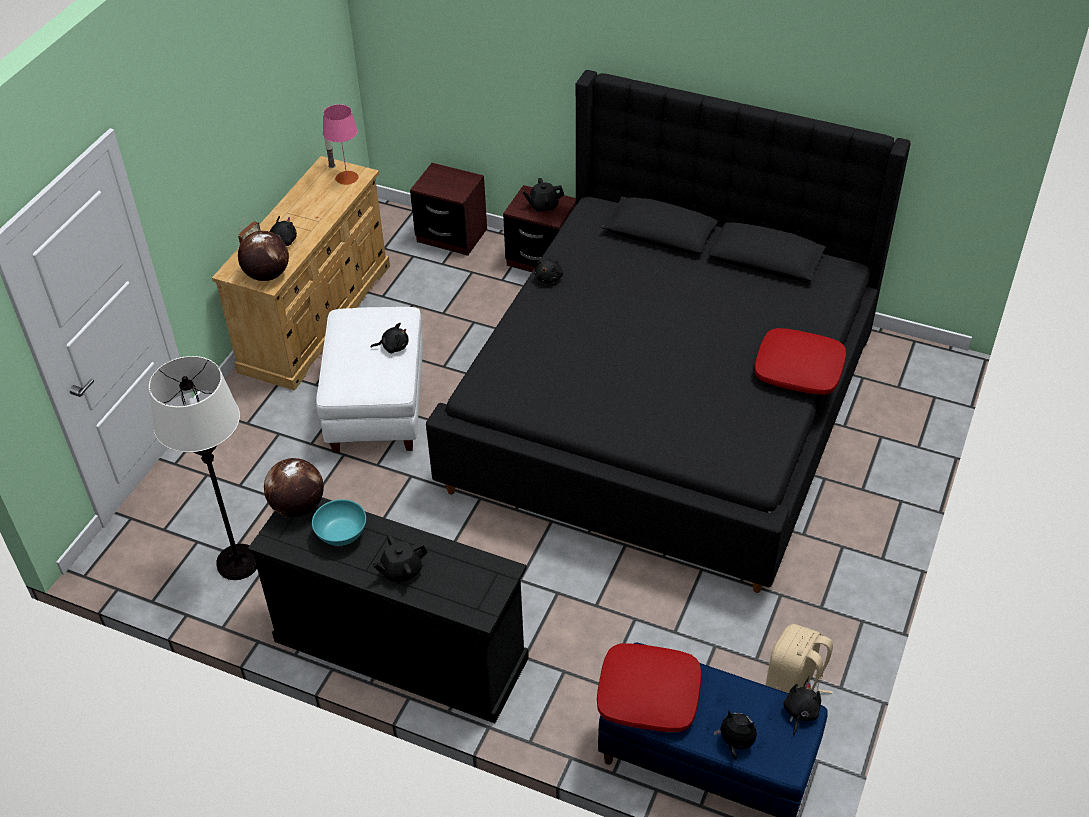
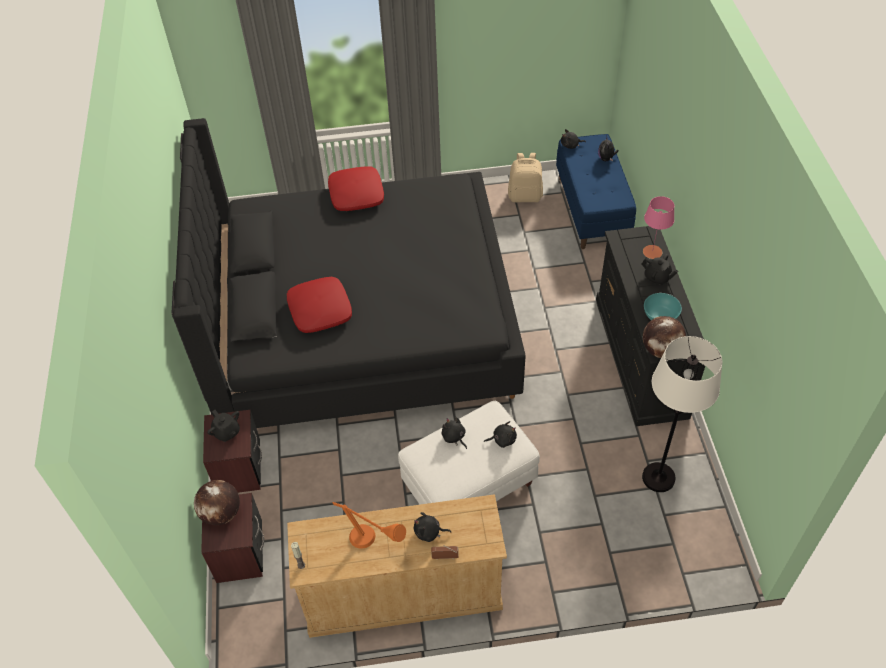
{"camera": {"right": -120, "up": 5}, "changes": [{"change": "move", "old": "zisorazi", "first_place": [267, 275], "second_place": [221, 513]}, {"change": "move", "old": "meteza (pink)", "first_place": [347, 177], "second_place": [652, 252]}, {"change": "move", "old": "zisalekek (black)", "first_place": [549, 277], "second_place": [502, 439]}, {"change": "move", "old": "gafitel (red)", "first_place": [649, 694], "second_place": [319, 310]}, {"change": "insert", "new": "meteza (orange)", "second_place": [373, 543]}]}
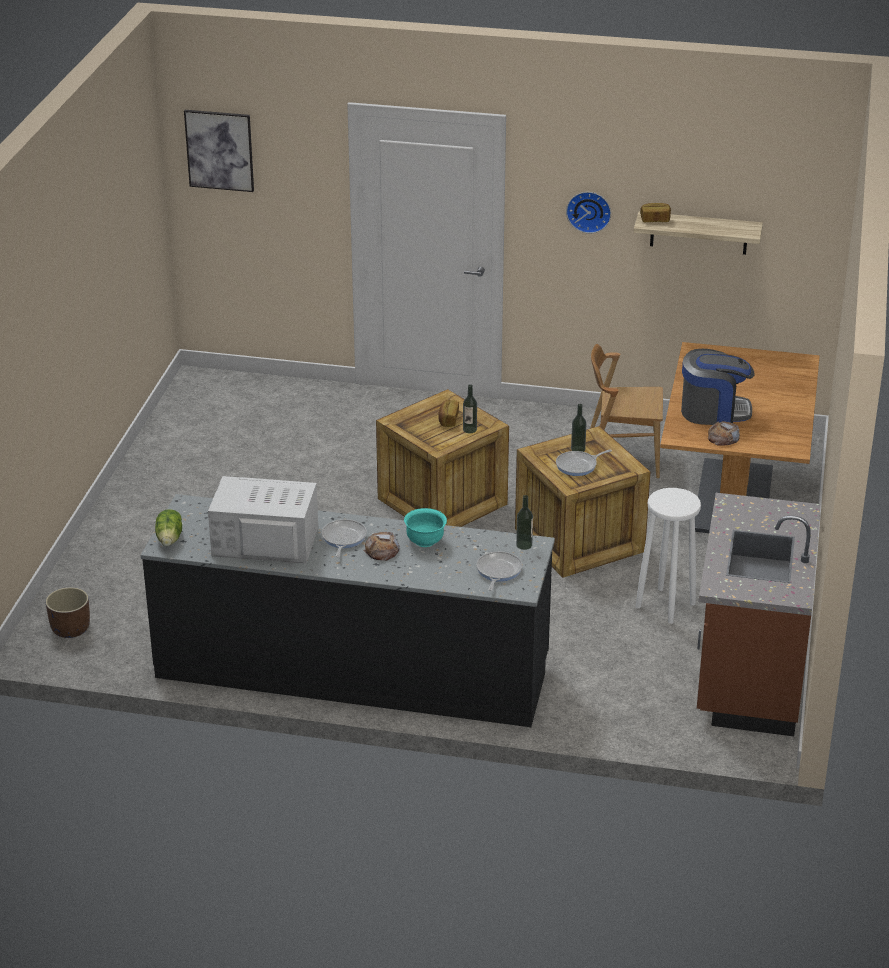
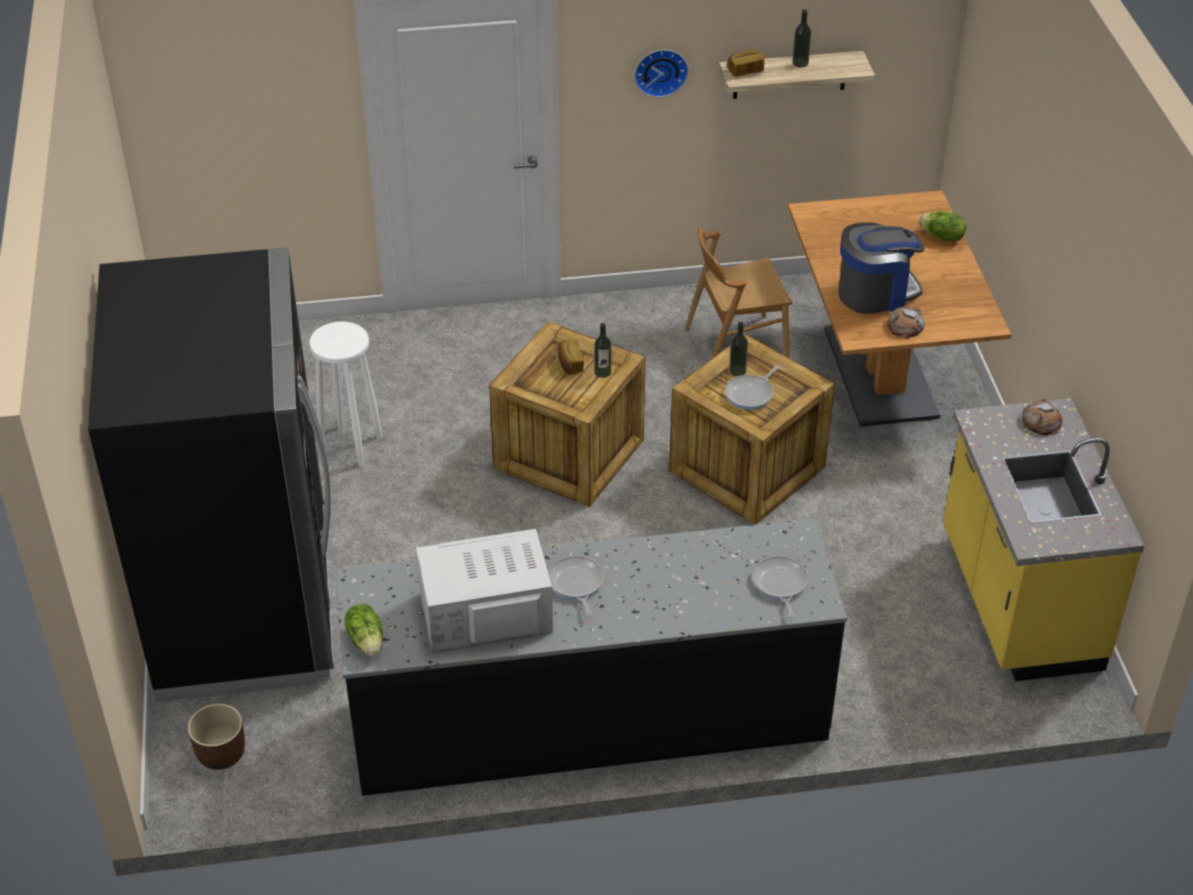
{"camera": {"right": -20, "up": 10}, "changes": [{"change": "delete", "old": "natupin", "first_place": [219, 150]}, {"change": "move", "old": "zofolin", "first_place": [382, 550], "second_place": [1041, 421]}, {"change": "delete", "old": "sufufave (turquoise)", "first_place": [425, 541]}, {"change": "move", "old": "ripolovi", "first_place": [524, 545], "second_place": [800, 63]}, {"change": "move", "old": "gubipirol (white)", "first_place": [666, 605], "second_place": [351, 445]}, {"change": "recolor", "old": "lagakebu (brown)", "new": "lagakebu (yellow)", "first_place": [748, 674], "second_place": [1017, 601]}, {"change": "insert", "new": "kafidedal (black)", "second_place": [246, 605]}, {"change": "insert", "new": "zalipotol", "second_place": [942, 237]}]}
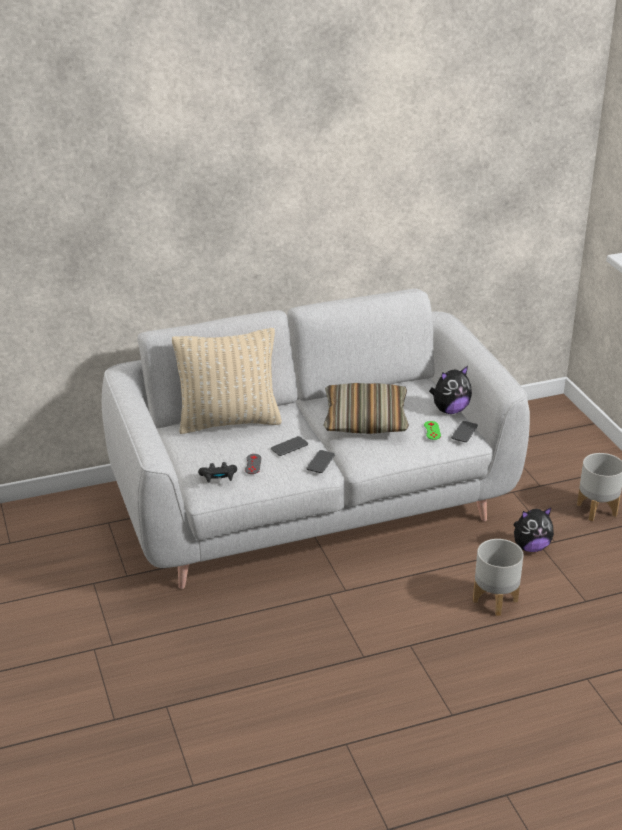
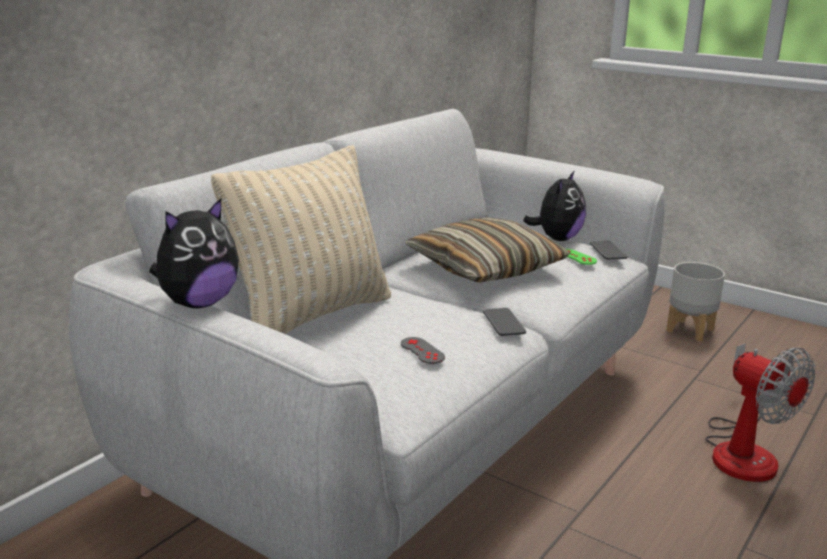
{"camera": {"right": -35, "up": -10}, "changes": [{"change": "delete", "old": "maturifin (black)", "first_place": [218, 478]}, {"change": "delete", "old": "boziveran", "first_place": [289, 447]}, {"change": "replace", "old": "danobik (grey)", "new": "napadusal", "first_place": [495, 600], "second_place": [743, 450]}, {"change": "move", "old": "zisalekek", "first_place": [530, 547], "second_place": [198, 303]}]}
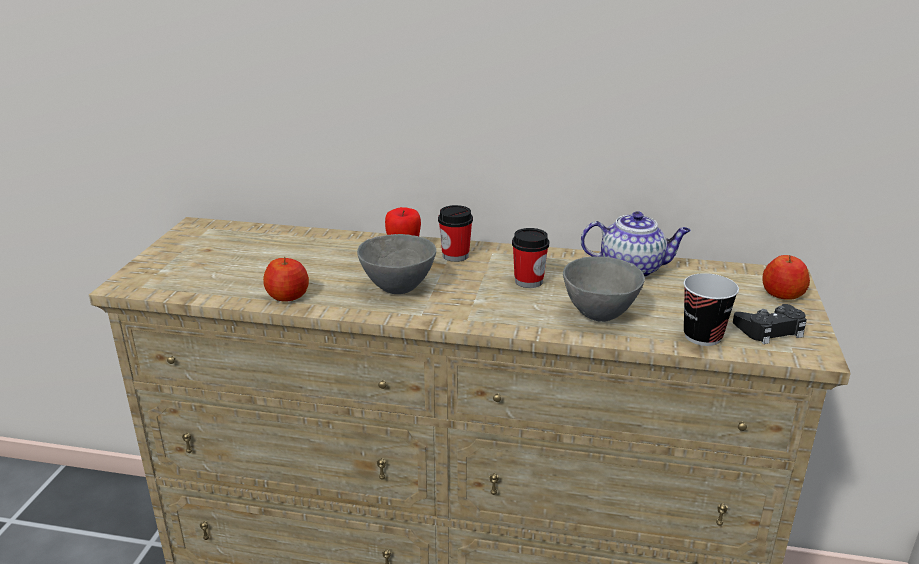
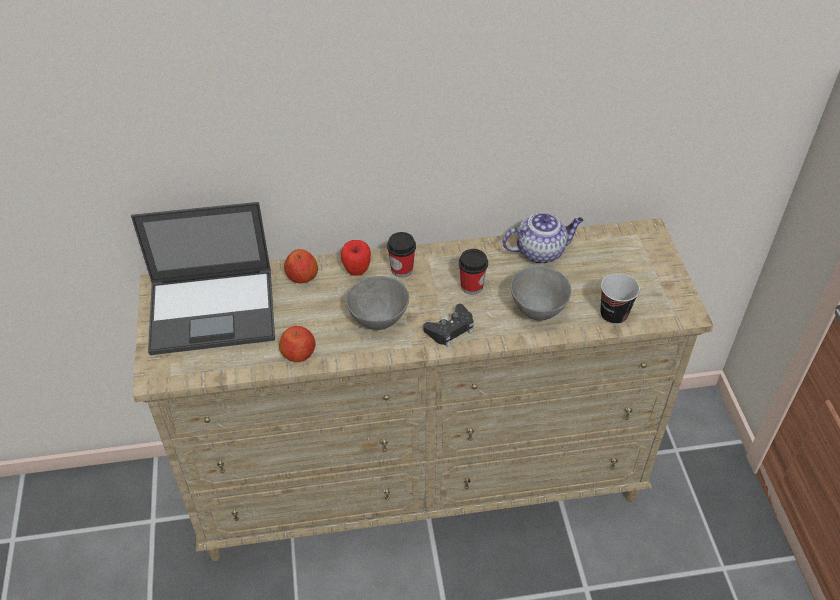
{"camera": {"right": -20, "up": 20}, "changes": [{"change": "move", "old": "maturifin (black)", "first_place": [770, 330], "second_place": [450, 329]}, {"change": "move", "old": "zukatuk", "first_place": [782, 294], "second_place": [302, 276]}, {"change": "insert", "new": "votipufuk", "second_place": [214, 310]}]}
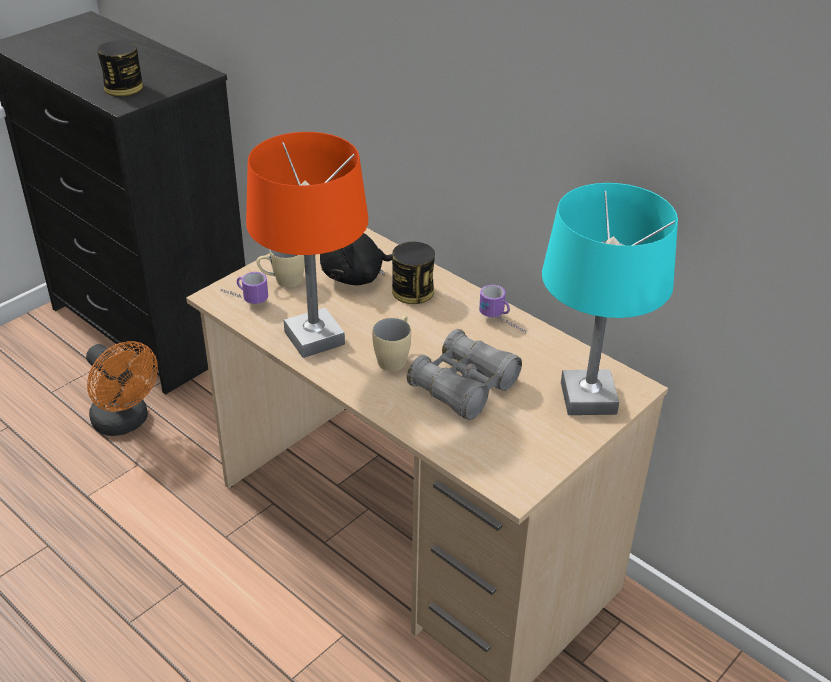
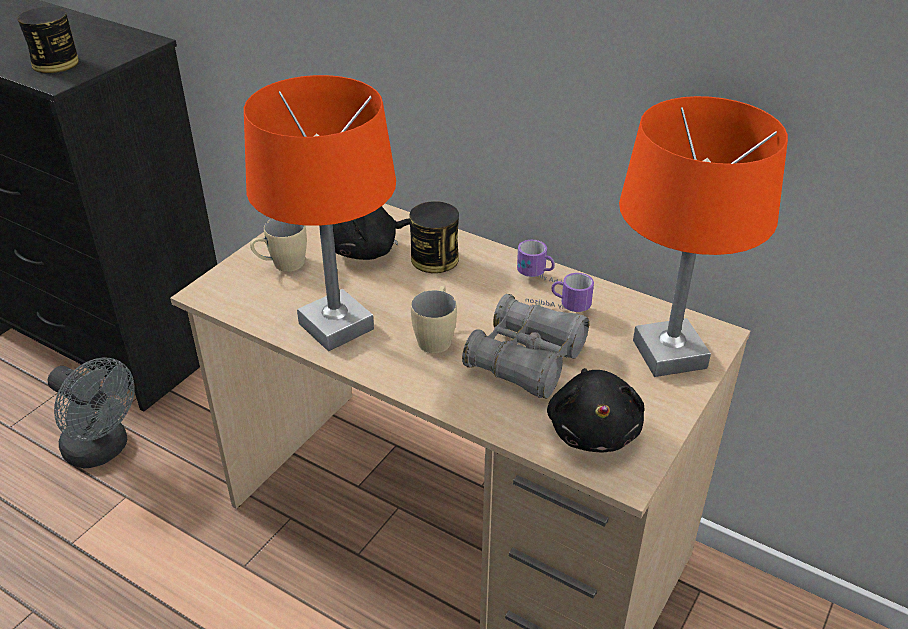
{"camera": {"right": -10, "up": 0}, "changes": [{"change": "recolor", "old": "napadusal (orange)", "new": "napadusal (grey)", "first_place": [125, 422], "second_place": [103, 450]}, {"change": "move", "old": "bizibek", "first_place": [244, 299], "second_place": [557, 307]}, {"change": "recolor", "old": "meteza (turquoise)", "new": "meteza (orange)", "first_place": [589, 398], "second_place": [670, 354]}, {"change": "insert", "new": "zisalekek (black)", "second_place": [593, 430]}]}
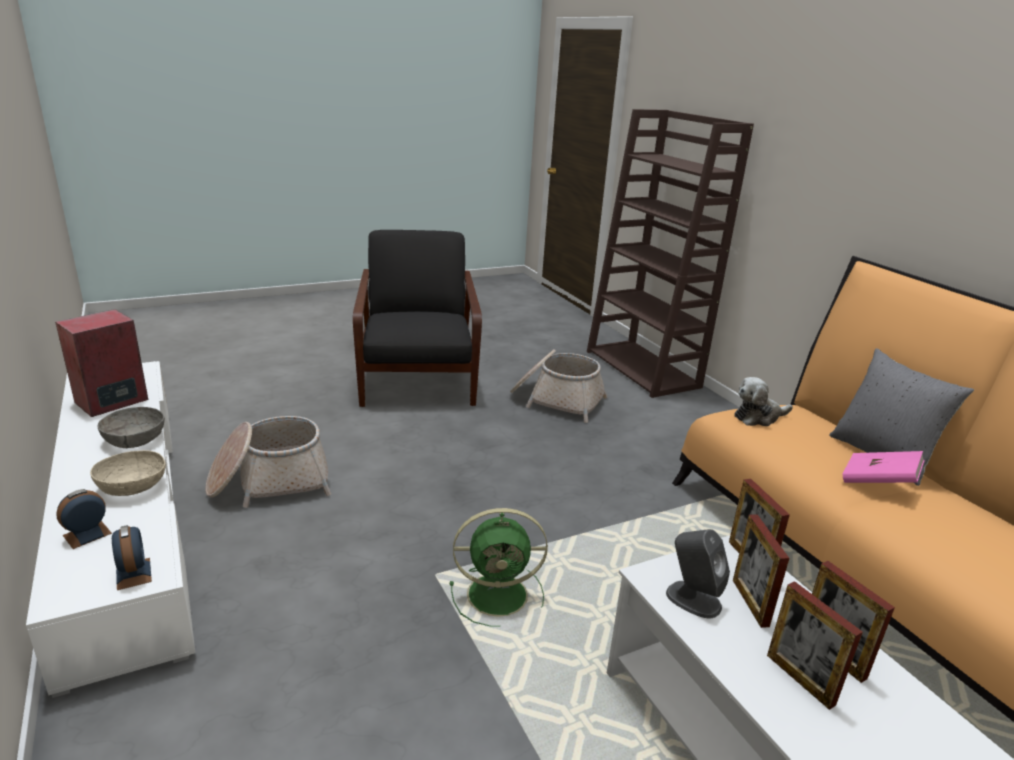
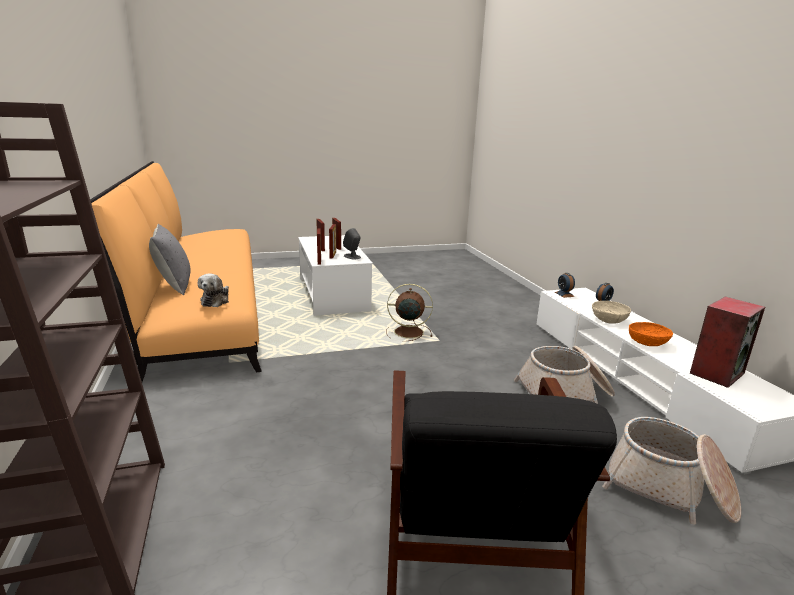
{"camera": {"right": -170, "up": -5}, "changes": [{"change": "recolor", "old": "sufufave (grey)", "new": "sufufave (orange)", "first_place": [134, 440], "second_place": [647, 343]}, {"change": "recolor", "old": "napadusal (green)", "new": "napadusal (brown)", "first_place": [500, 595], "second_place": [407, 332]}, {"change": "move", "old": "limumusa", "first_place": [556, 400], "second_place": [669, 489]}, {"change": "rotate", "old": "zisalekek", "first_place": [758, 417], "second_place": [216, 301], "degrees": 105}, {"change": "delete", "old": "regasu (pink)", "first_place": [878, 482]}]}
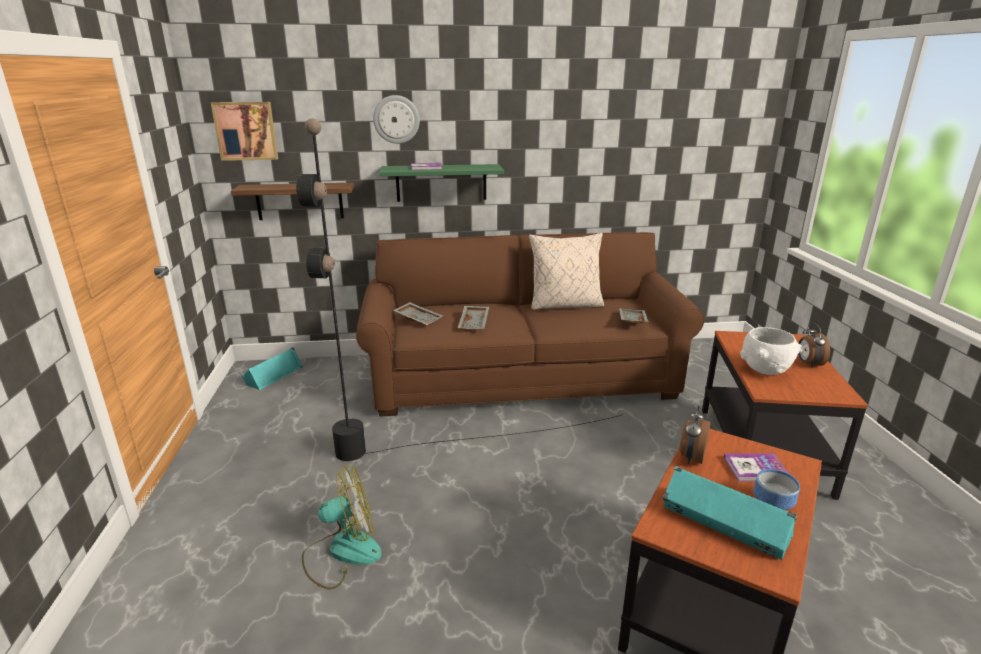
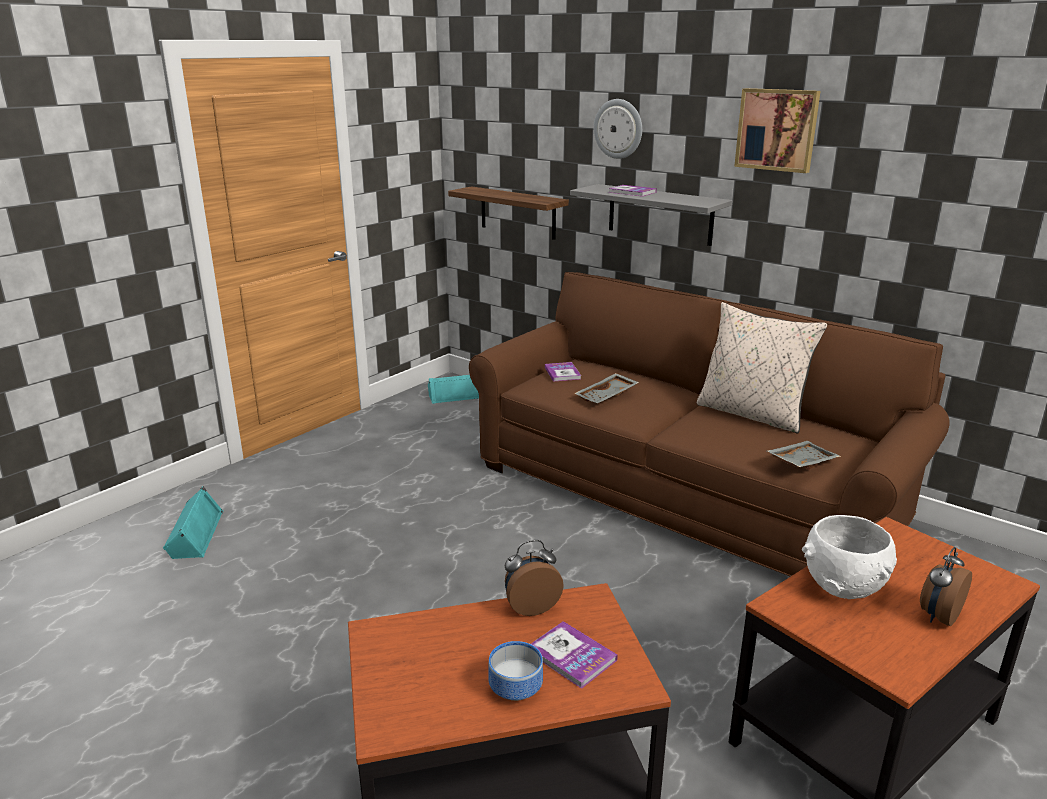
{"camera": {"right": 45, "up": 0}, "changes": [{"change": "move", "old": "natupin", "first_place": [246, 131], "second_place": [777, 129]}, {"change": "delete", "old": "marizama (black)", "first_place": [433, 442]}, {"change": "delete", "old": "napadusal", "first_place": [342, 552]}, {"change": "recolor", "old": "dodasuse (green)", "new": "dodasuse (grey)", "first_place": [441, 182], "second_place": [660, 214]}, {"change": "replace", "old": "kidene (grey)", "new": "regasu", "first_place": [419, 319], "second_place": [562, 373]}, {"change": "move", "old": "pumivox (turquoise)", "first_place": [724, 524], "second_place": [194, 534]}]}
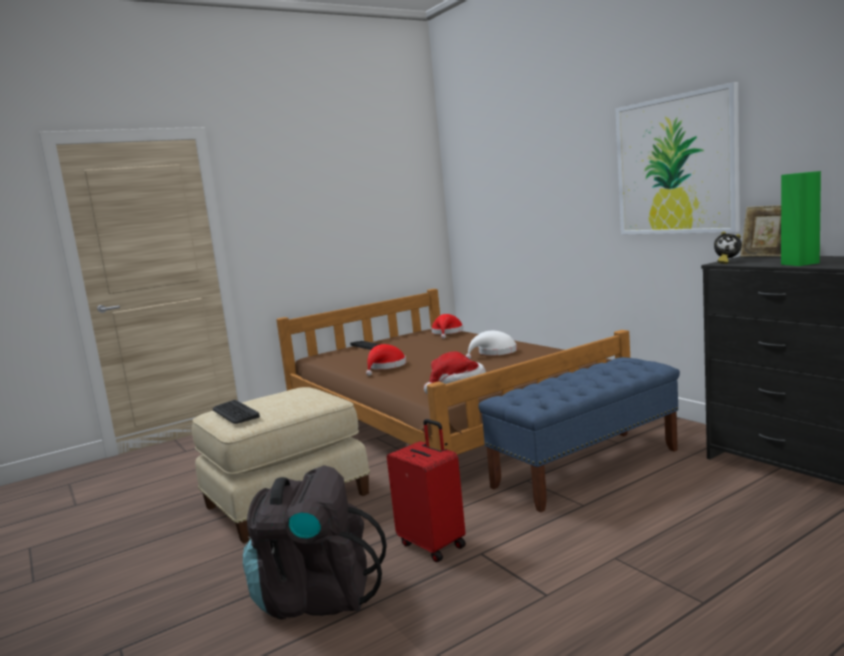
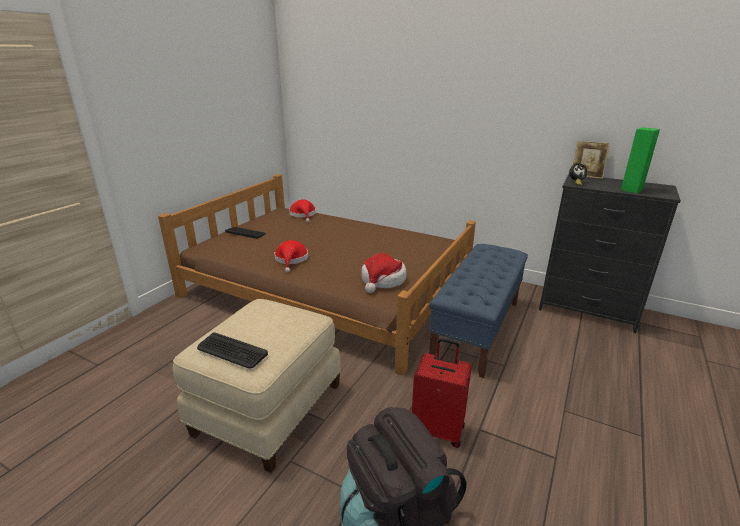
{"camera": {"right": -30, "up": 15}, "changes": [{"change": "delete", "old": "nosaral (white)", "first_place": [494, 353]}, {"change": "delete", "old": "natupin", "first_place": [675, 165]}]}
